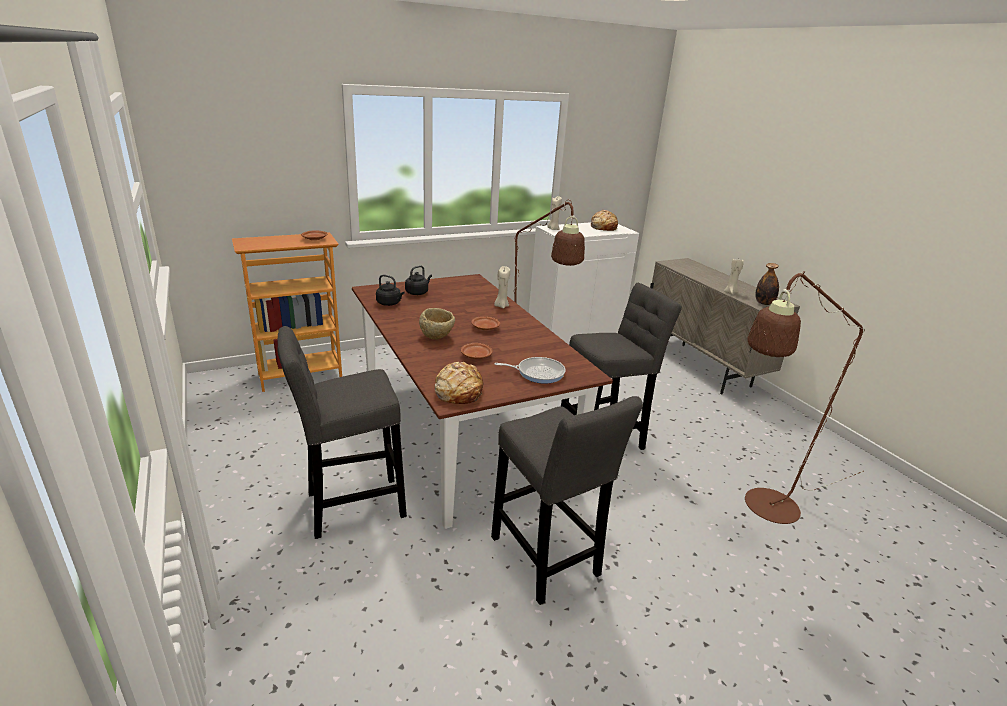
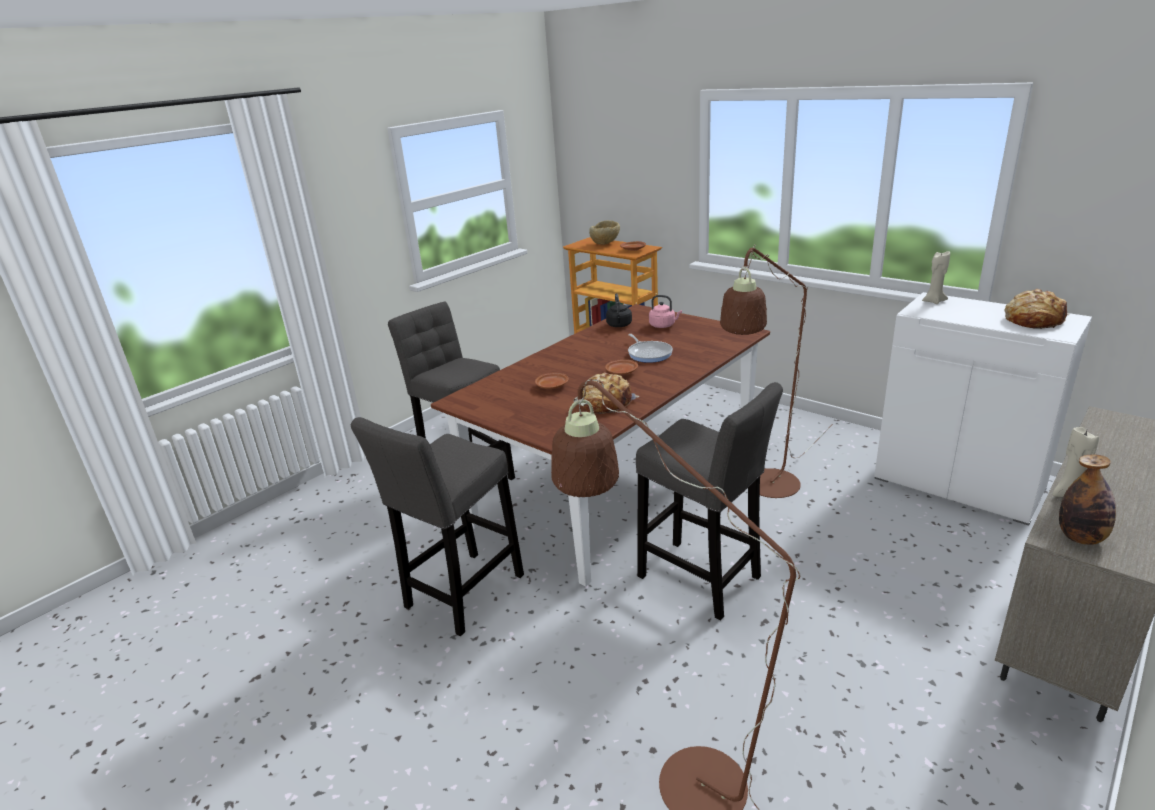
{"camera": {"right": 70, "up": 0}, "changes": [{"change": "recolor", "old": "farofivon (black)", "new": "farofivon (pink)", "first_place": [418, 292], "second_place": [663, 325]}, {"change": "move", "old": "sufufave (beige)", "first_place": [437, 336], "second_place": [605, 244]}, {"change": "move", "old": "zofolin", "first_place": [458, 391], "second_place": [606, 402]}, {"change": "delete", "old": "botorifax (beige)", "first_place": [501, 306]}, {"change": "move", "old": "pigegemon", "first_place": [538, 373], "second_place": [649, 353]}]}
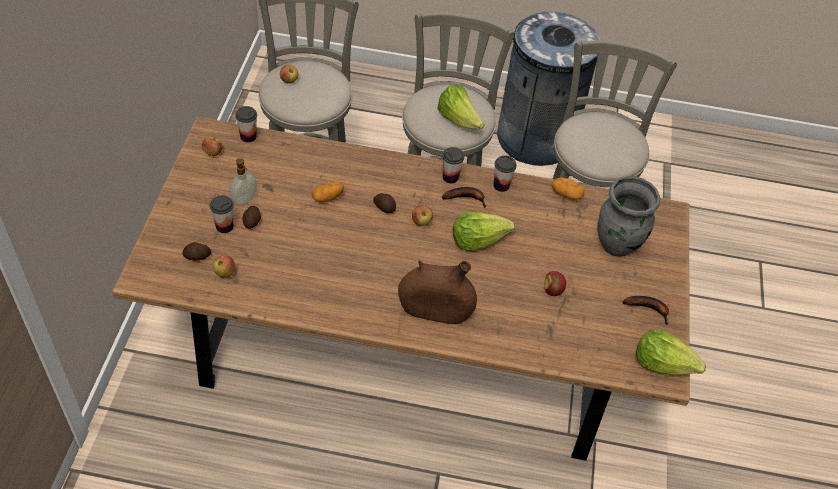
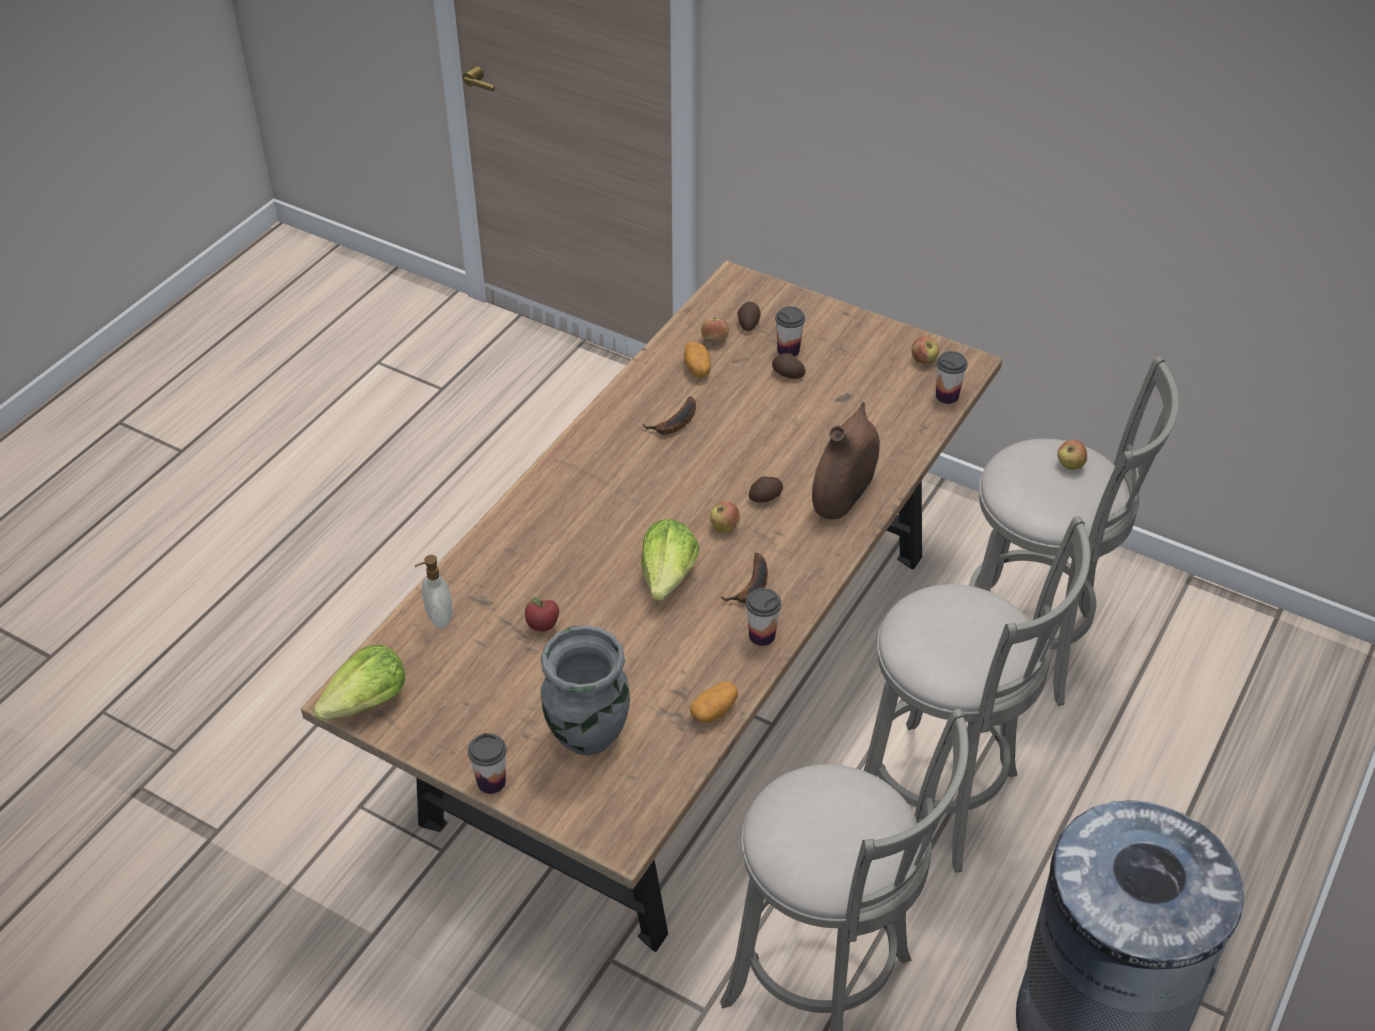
{"camera": {"right": 115, "up": -5}, "changes": [{"change": "move", "old": "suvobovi", "first_place": [244, 200], "second_place": [438, 618]}, {"change": "move", "old": "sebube", "first_place": [328, 197], "second_place": [697, 368]}, {"change": "move", "old": "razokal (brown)", "first_place": [435, 310], "second_place": [844, 493]}, {"change": "delete", "old": "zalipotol", "first_place": [458, 120]}, {"change": "move", "old": "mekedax", "first_place": [450, 177], "second_place": [491, 782]}, {"change": "move", "old": "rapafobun", "first_place": [649, 308], "second_place": [675, 424]}]}
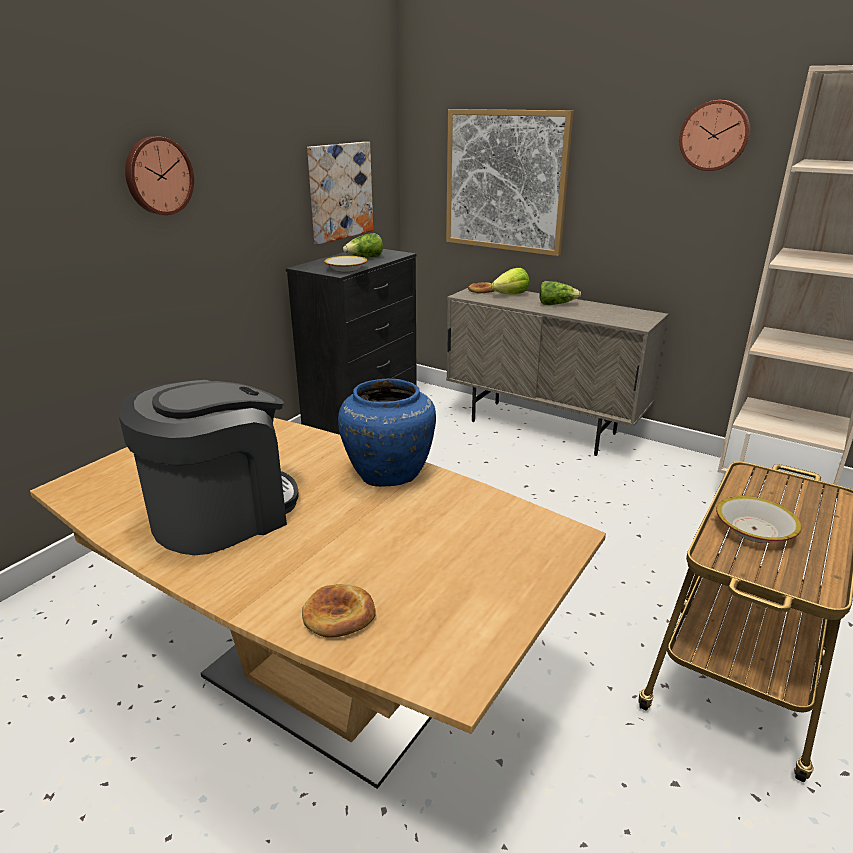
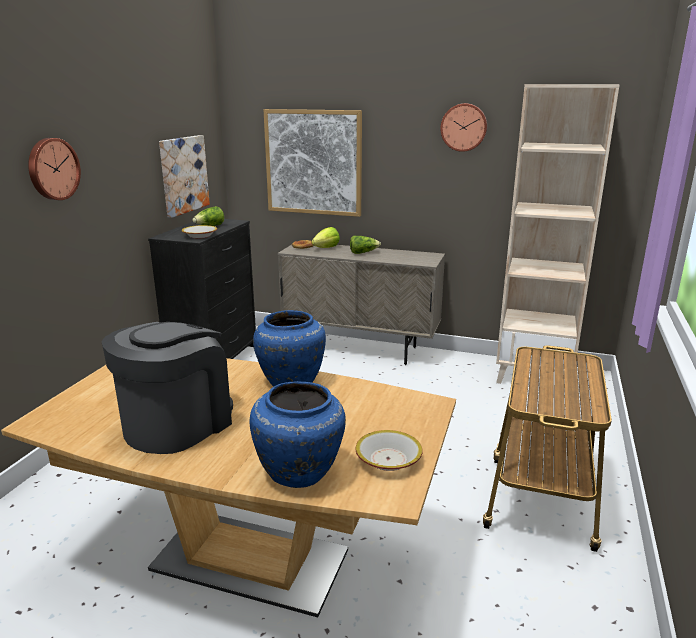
{"camera": {"right": -15, "up": -5}, "changes": [{"change": "replace", "old": "zofolin", "new": "razokal (blue)", "first_place": [339, 615], "second_place": [300, 473]}, {"change": "move", "old": "sufufave", "first_place": [754, 529], "second_place": [388, 459]}]}
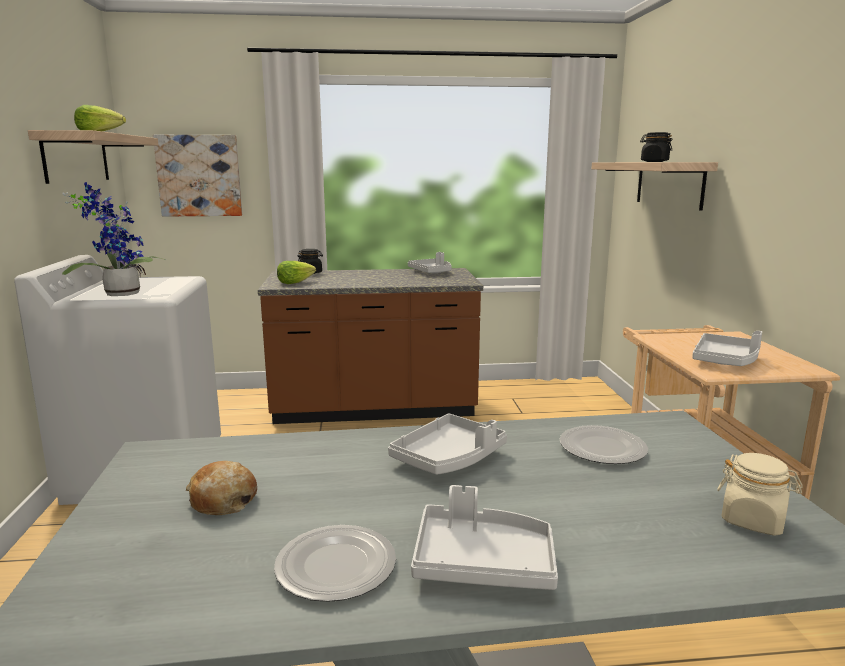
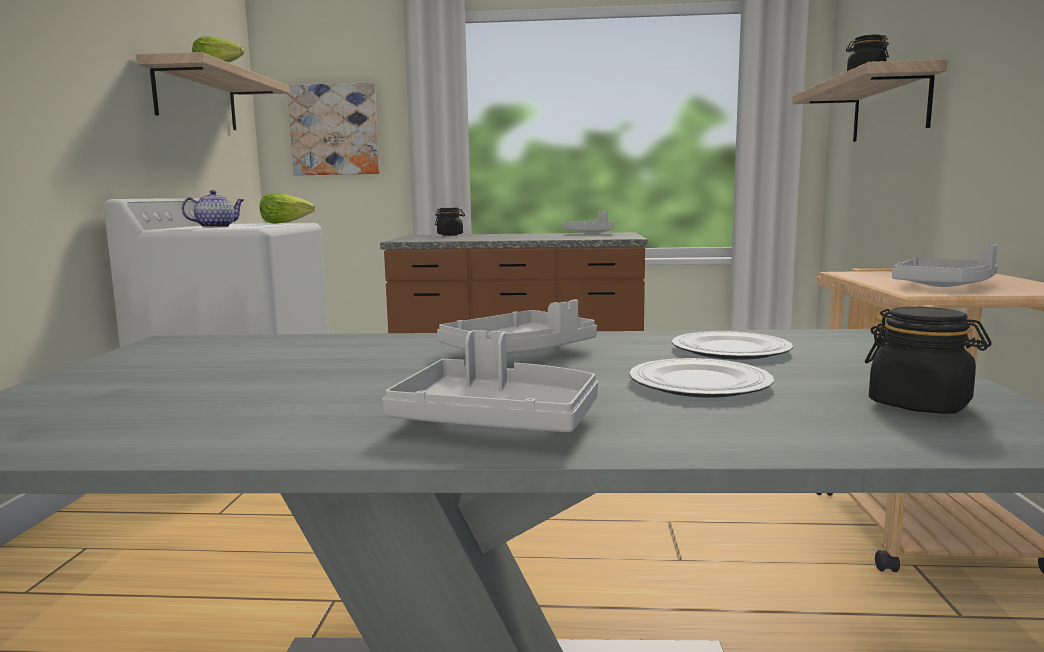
{"camera": {"right": 10, "up": -5}, "changes": [{"change": "replace", "old": "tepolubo", "new": "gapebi", "first_place": [120, 293], "second_place": [216, 227]}, {"change": "delete", "old": "zofolin", "first_place": [223, 500]}, {"change": "move", "old": "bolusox", "first_place": [336, 567], "second_place": [700, 384]}, {"change": "move", "old": "zalipotol", "first_place": [295, 282], "second_place": [285, 223]}, {"change": "recolor", "old": "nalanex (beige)", "new": "nalanex (black)", "first_place": [753, 520], "second_place": [920, 405]}]}
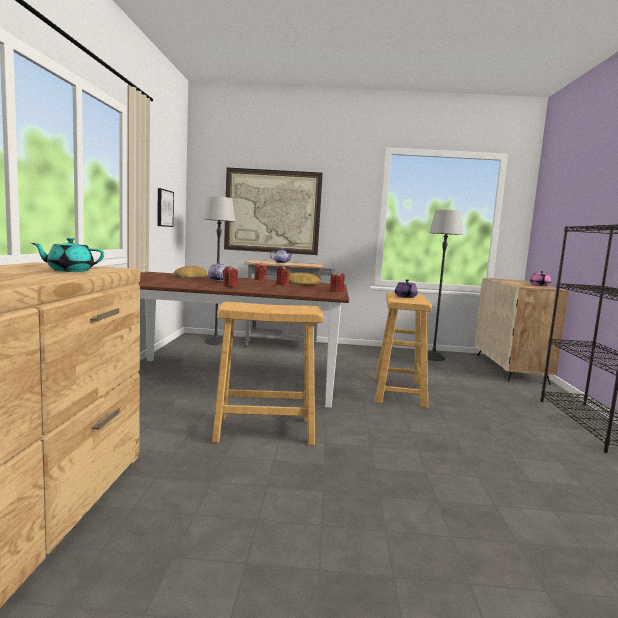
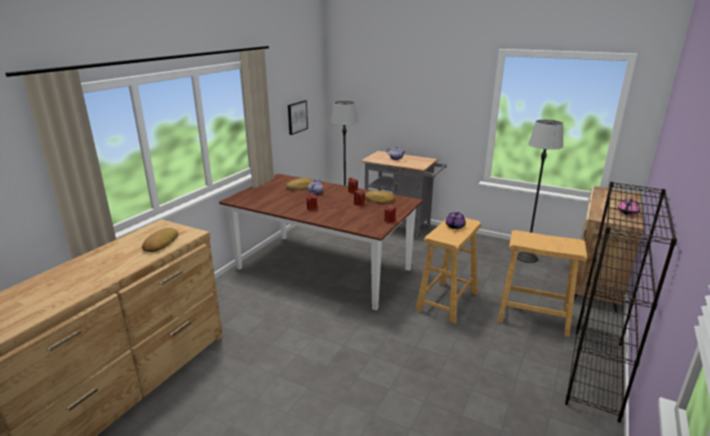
{"camera": {"right": 25, "up": 15}, "changes": [{"change": "replace", "old": "gapebi (turquoise)", "new": "zofolin", "first_place": [69, 270], "second_place": [160, 243]}, {"change": "move", "old": "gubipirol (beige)", "first_place": [263, 430], "second_place": [532, 317]}, {"change": "delete", "old": "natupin", "first_place": [272, 211]}]}
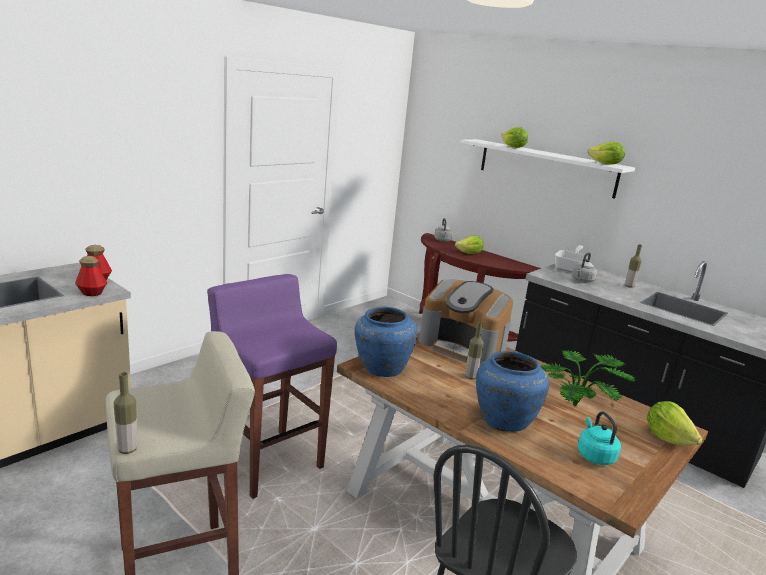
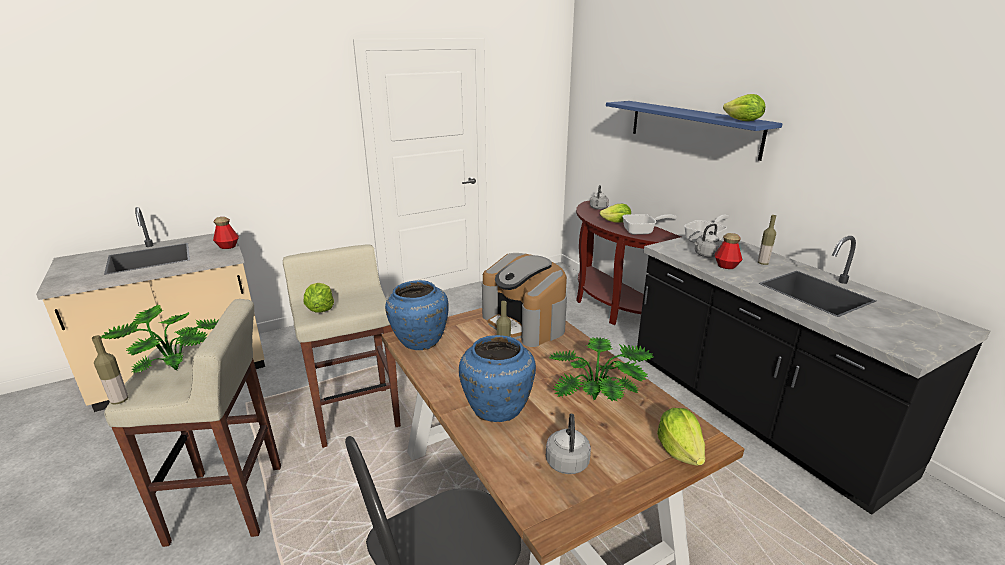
{"camera": {"right": 20, "up": 5}, "changes": [{"change": "move", "old": "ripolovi", "first_place": [92, 293], "second_place": [726, 266]}, {"change": "recolor", "old": "gubipirol (purple)", "new": "gubipirol (beige)", "first_place": [268, 461], "second_place": [356, 414]}, {"change": "recolor", "old": "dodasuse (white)", "new": "dodasuse (blue)", "first_place": [546, 167], "second_place": [692, 128]}, {"change": "move", "old": "zalipotol", "first_place": [513, 147], "second_place": [320, 309]}, {"change": "recolor", "old": "farofivon (turquoise)", "new": "farofivon (grey)", "first_place": [594, 455], "second_place": [567, 460]}, {"change": "insert", "new": "tepolubo", "second_place": [175, 367]}, {"change": "insert", "new": "pigegemon", "second_place": [642, 231]}]}
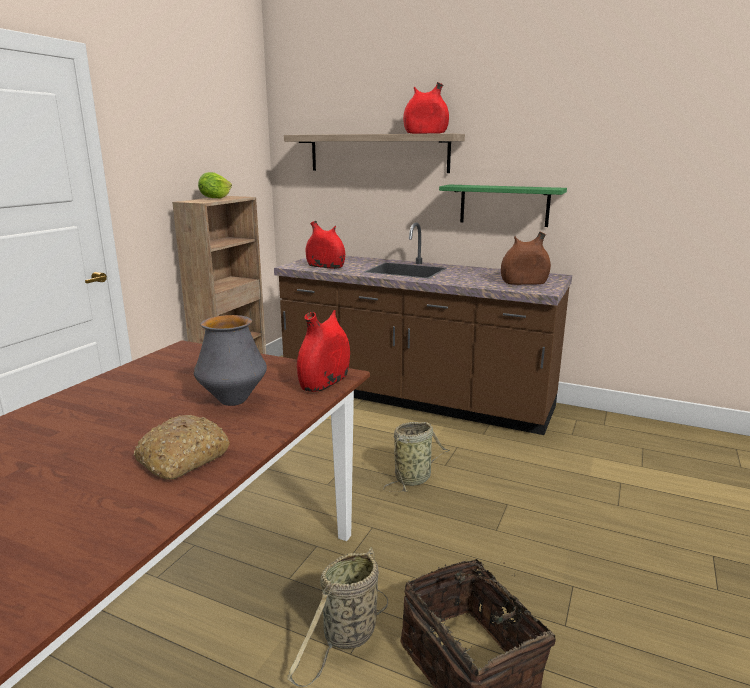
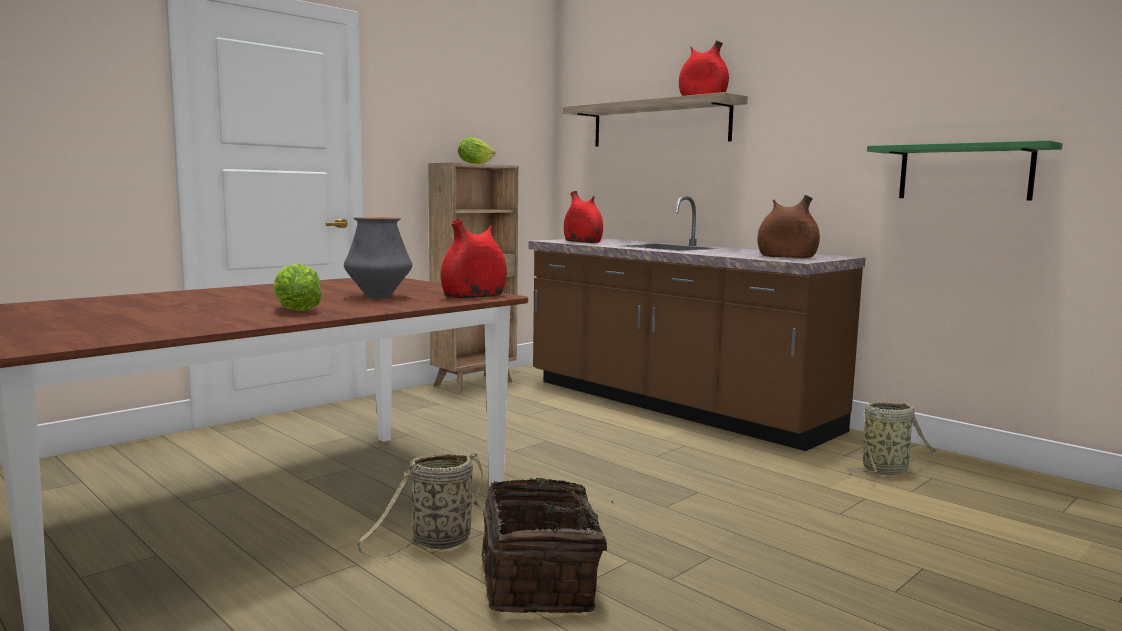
{"camera": {"right": 20, "up": -10}, "changes": [{"change": "replace", "old": "zofolin", "new": "zalipotol", "first_place": [183, 459], "second_place": [296, 310]}, {"change": "move", "old": "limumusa", "first_place": [414, 478], "second_place": [887, 470]}, {"change": "move", "old": "dodasuse (green)", "first_place": [504, 205], "second_place": [964, 172]}]}
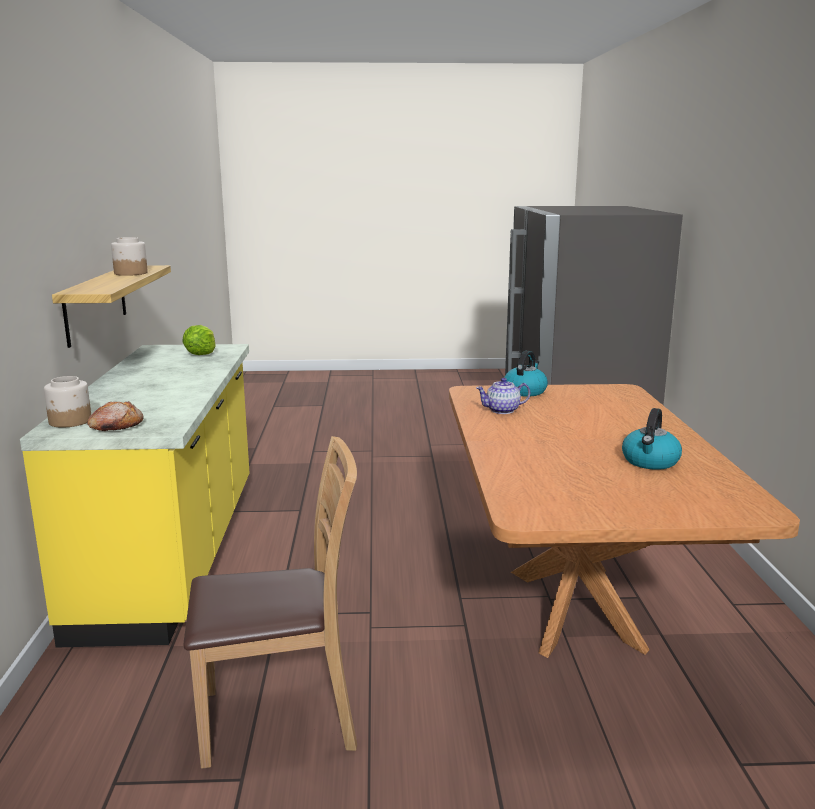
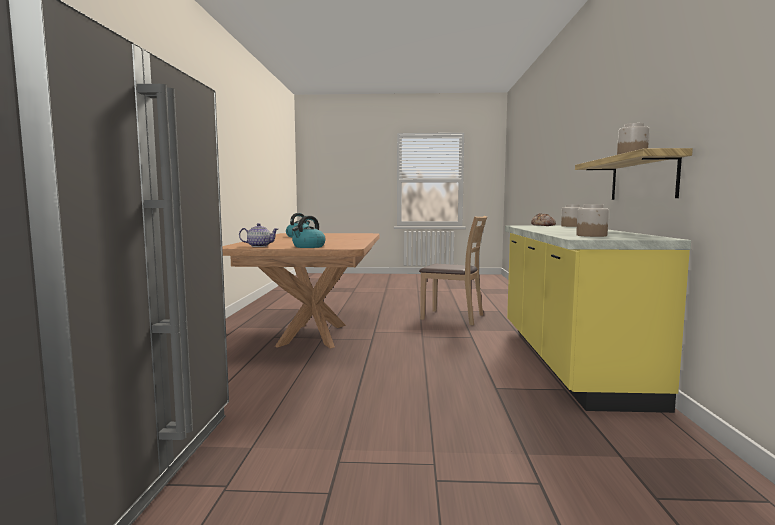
{"camera": {"right": -175, "up": -10}, "changes": [{"change": "replace", "old": "zalipotol", "new": "nalanex", "first_place": [201, 354], "second_place": [591, 235]}, {"change": "rotate", "old": "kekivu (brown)", "first_place": [280, 717], "second_place": [453, 317], "degrees": -150}, {"change": "move", "old": "gapebi", "first_place": [503, 410], "second_place": [259, 246]}]}
